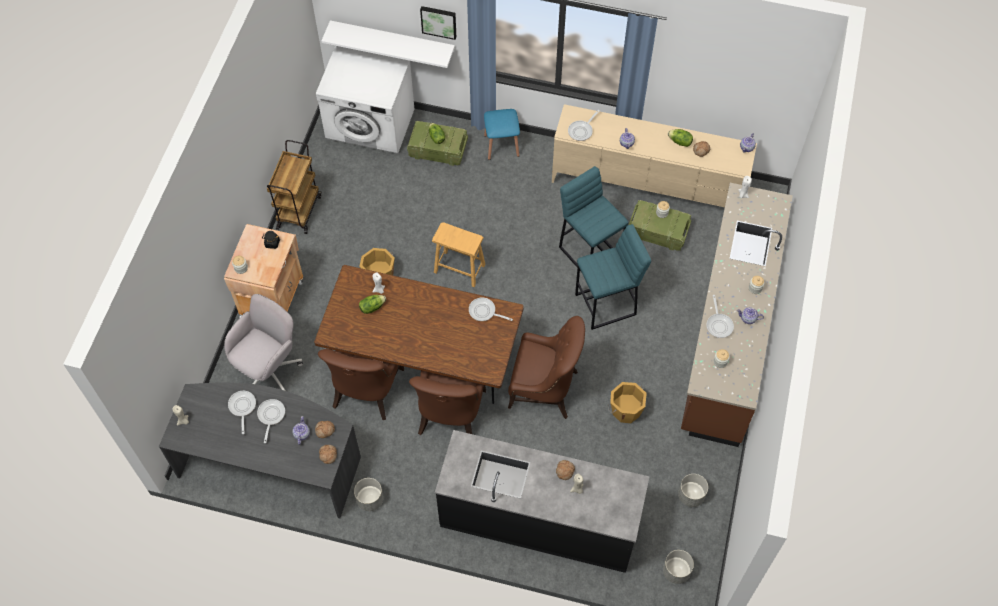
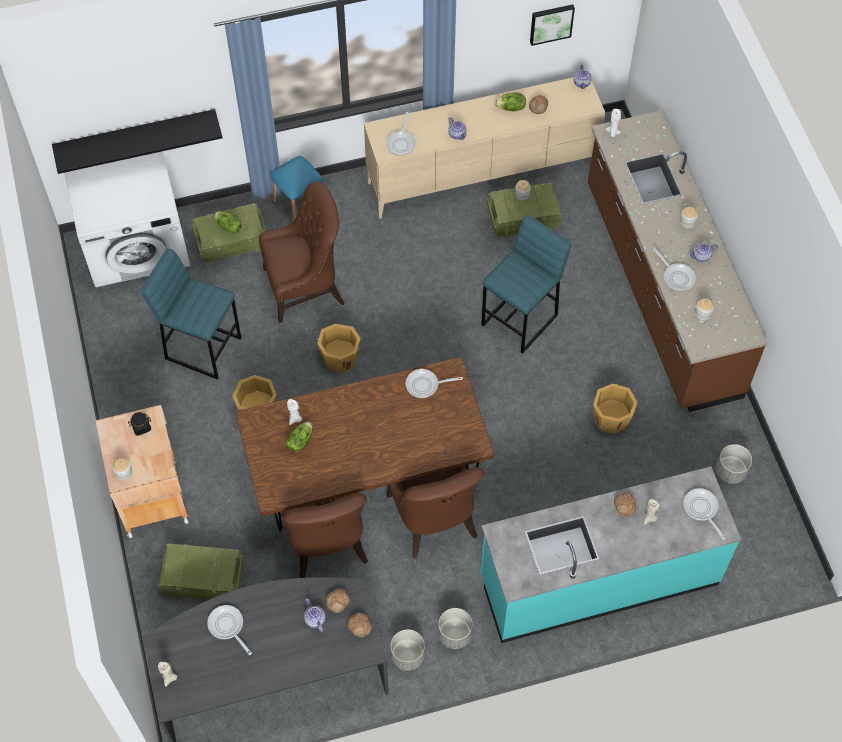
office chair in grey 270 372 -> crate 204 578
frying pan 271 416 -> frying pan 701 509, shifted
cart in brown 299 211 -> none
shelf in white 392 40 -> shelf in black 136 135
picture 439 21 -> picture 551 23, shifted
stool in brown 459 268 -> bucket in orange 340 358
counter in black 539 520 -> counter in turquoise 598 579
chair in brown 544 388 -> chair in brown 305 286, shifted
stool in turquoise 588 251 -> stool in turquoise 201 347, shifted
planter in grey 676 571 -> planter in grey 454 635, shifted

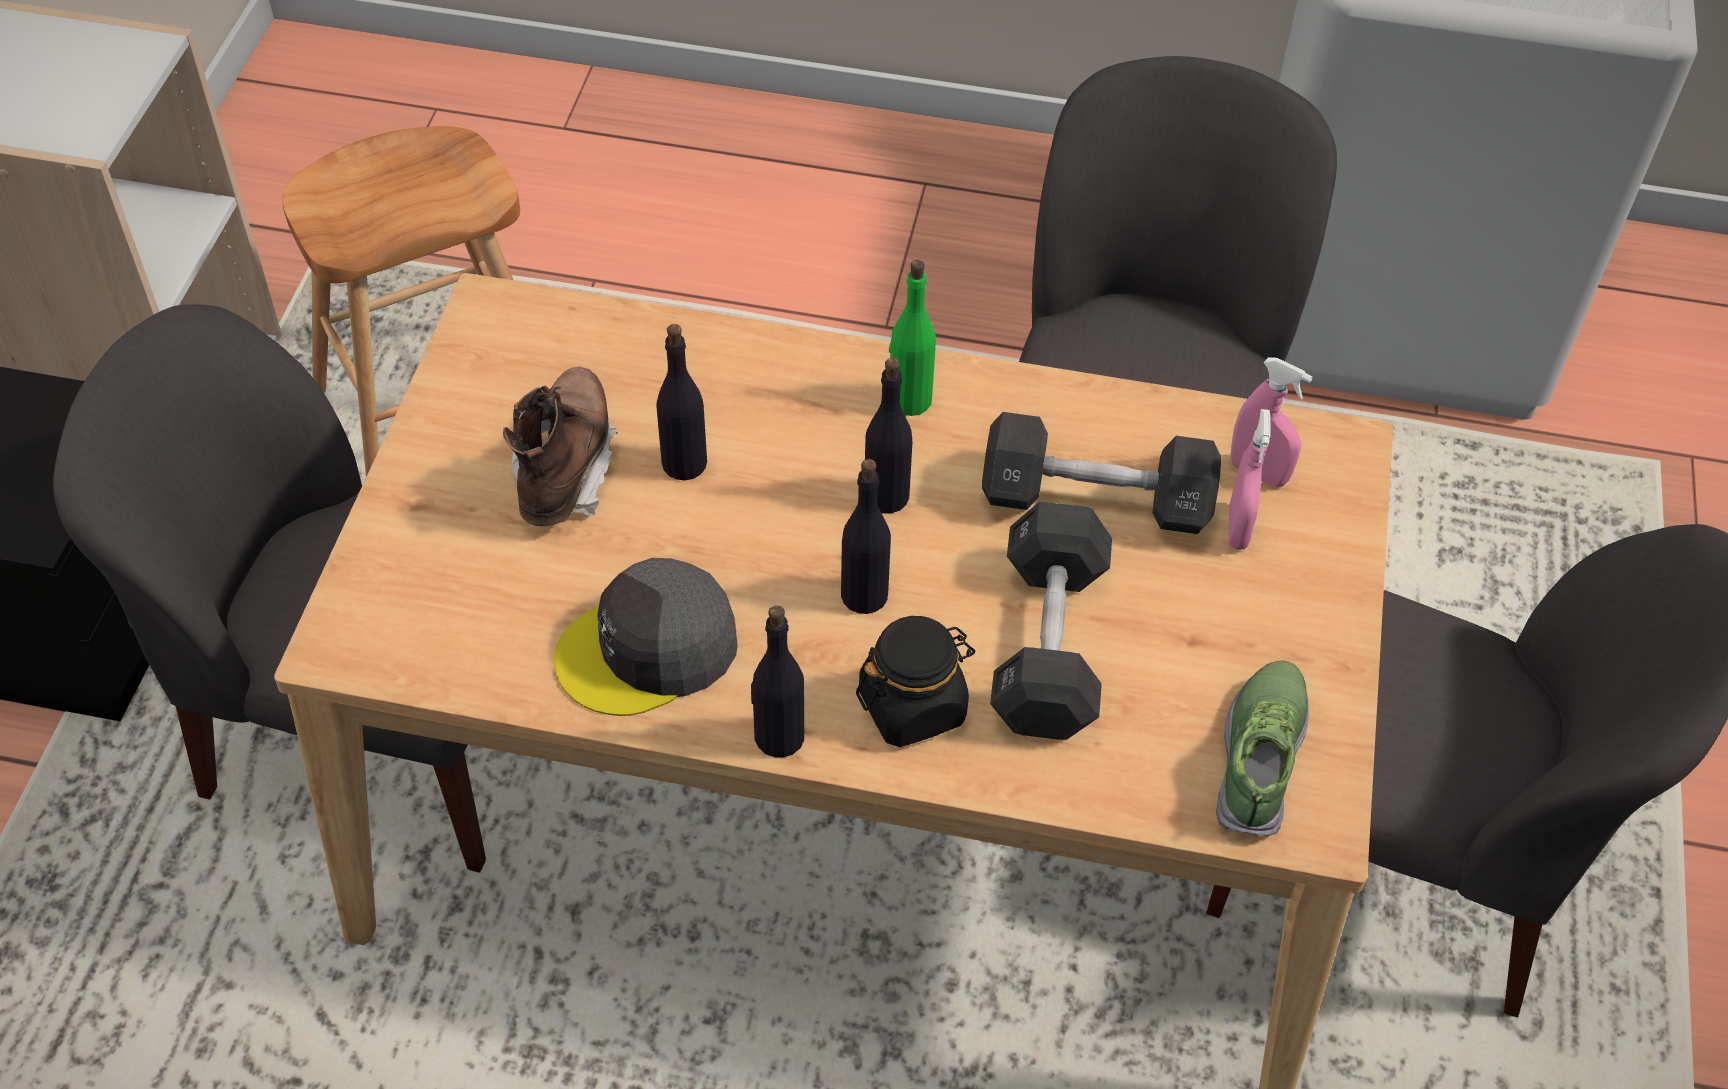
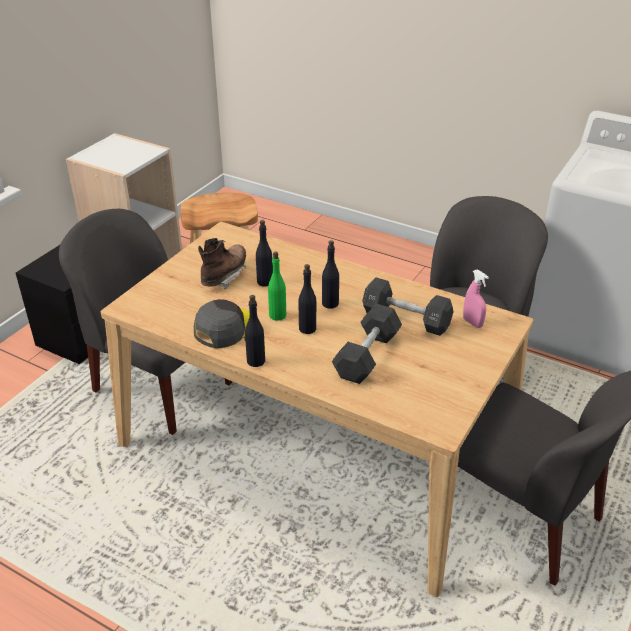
cap in grey 649 650 -> cap in grey 225 328, 135 degrees clockwise
jar in black 913 706 -> none
bottle in green 909 400 -> bottle in green 277 315, shifted
shoe 1261 758 -> none
spray bottle in pink 1237 528 -> none

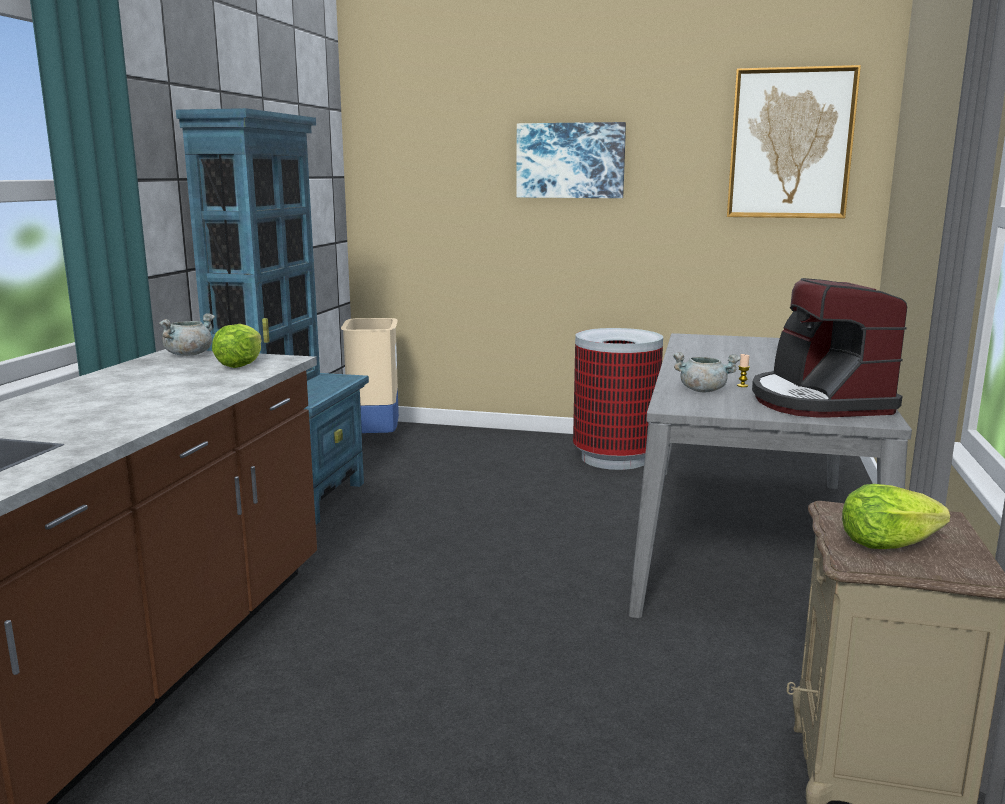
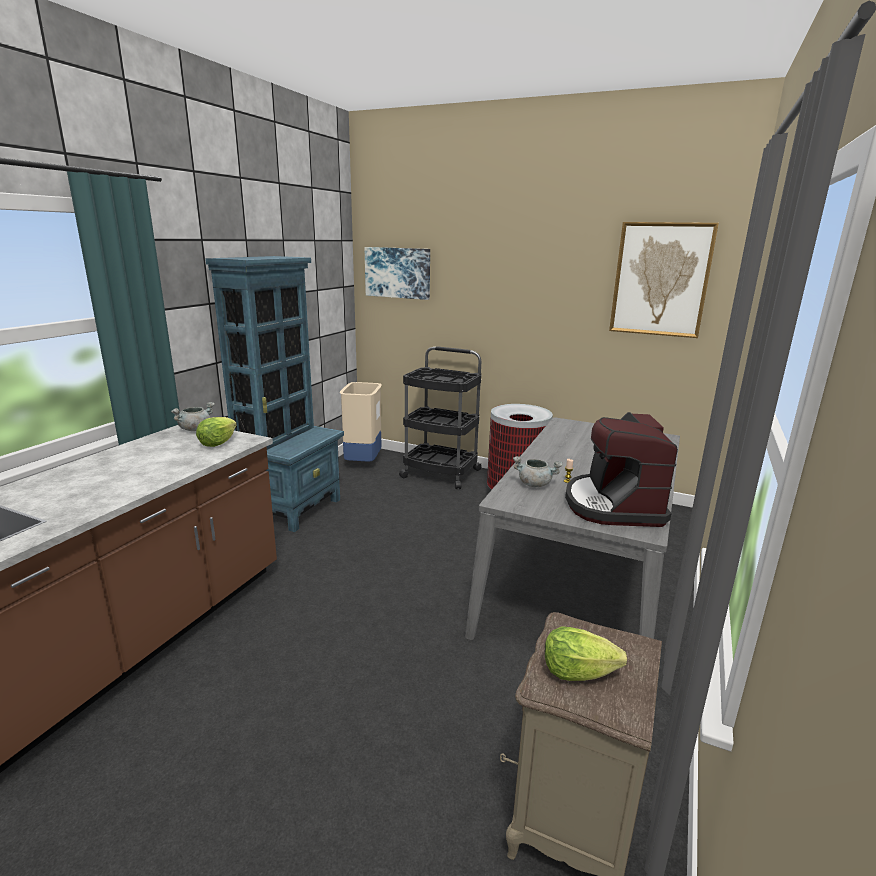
picture 570 160 -> picture 398 272, shifted
none -> cart in black 440 473

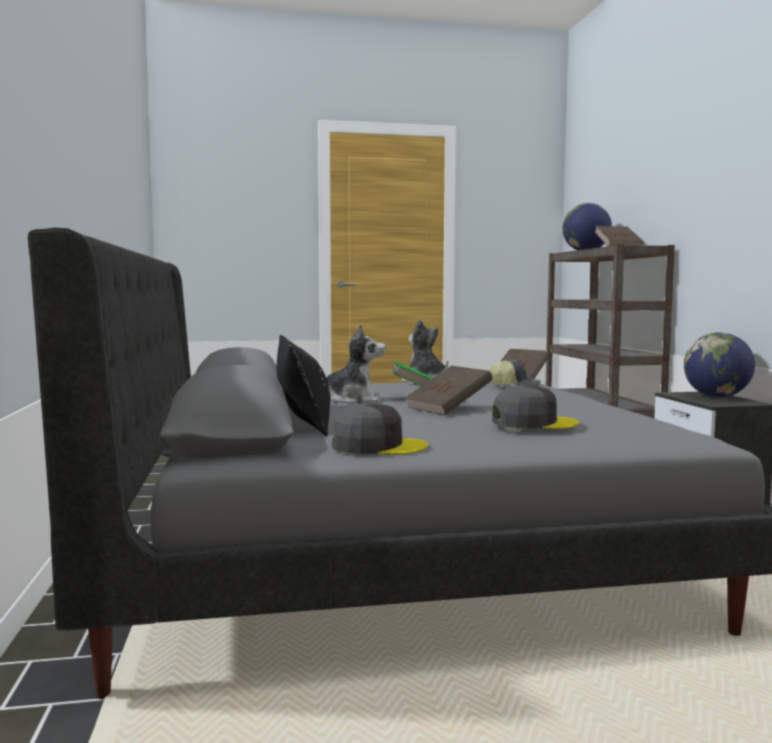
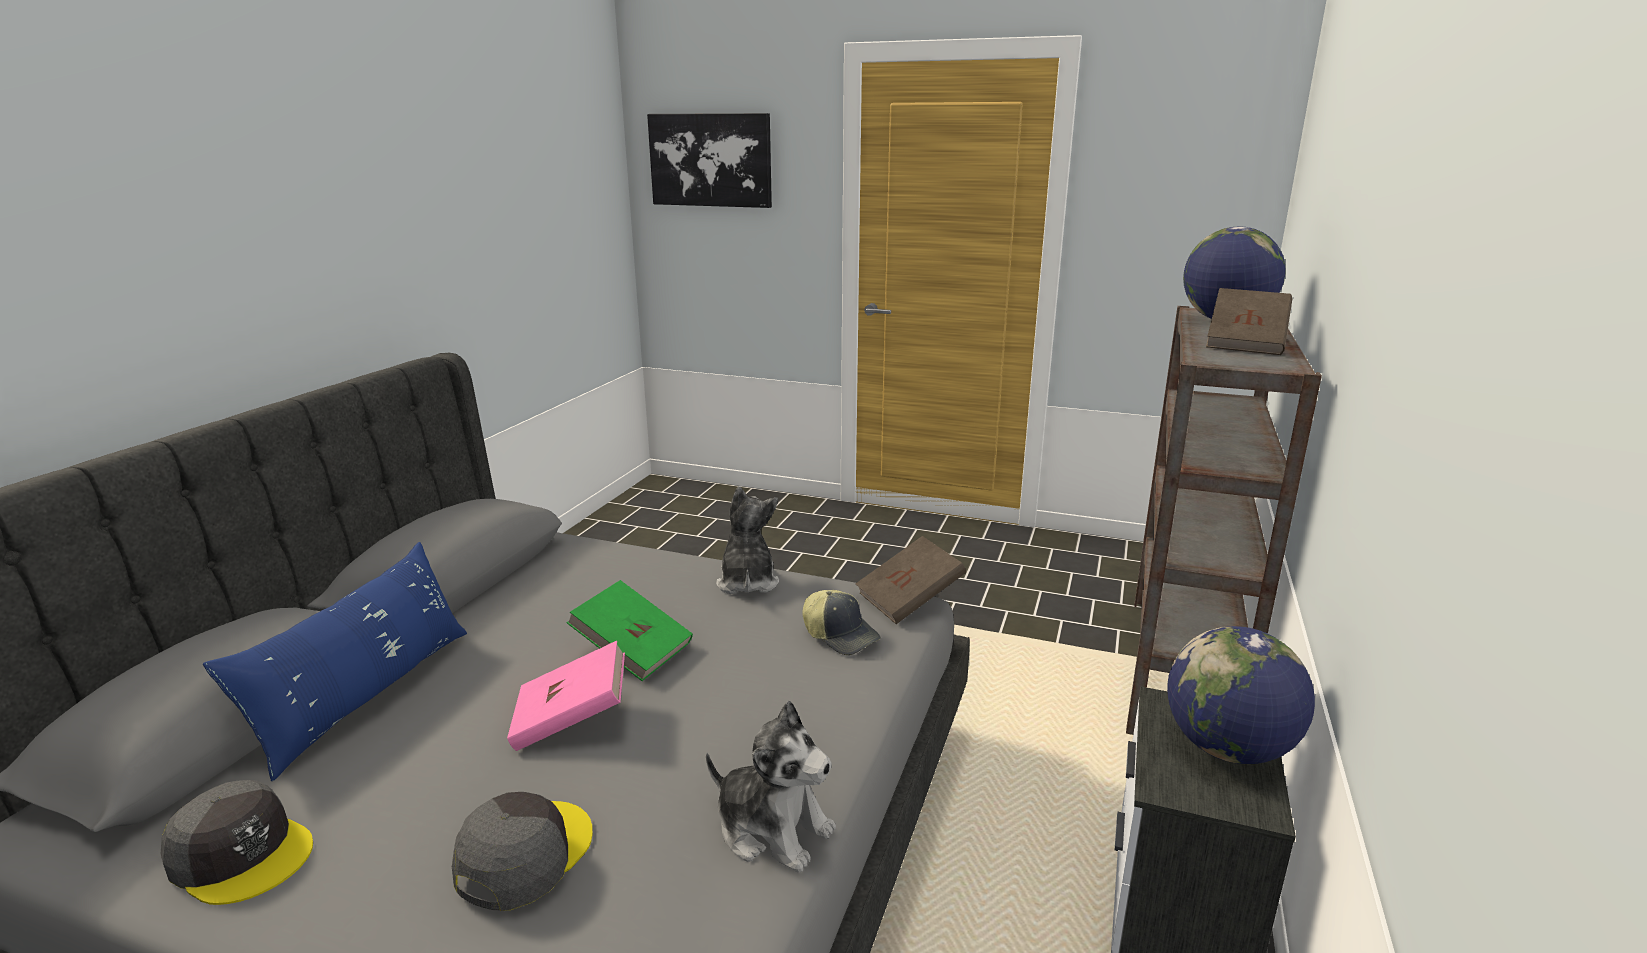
pillow in black 303 418 -> pillow in blue 367 695
plush toy 353 400 -> plush toy 773 830, shifted
book in brown 448 408 -> book in pink 571 720
cap in grey 533 423 -> cap in grey 524 855, 90 degrees counterclockwise
none -> picture 711 160

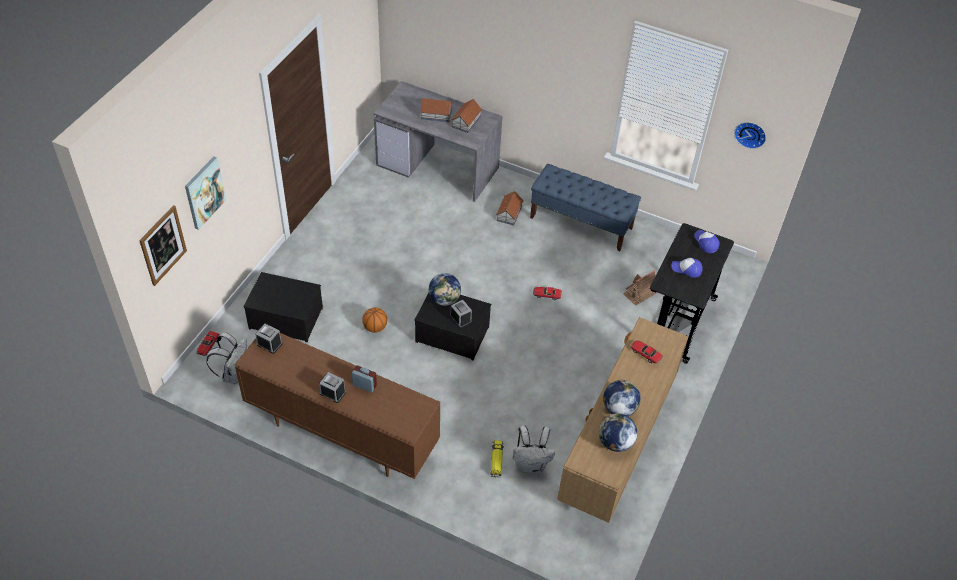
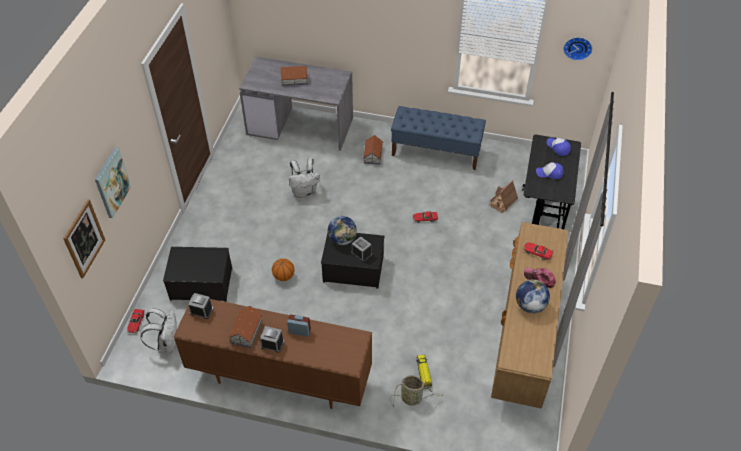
toy house 466 121 -> toy house 247 331, shifted
backpack in white 531 464 -> backpack in white 305 192, shifted
globe 615 442 -> none
none -> basket 413 398
none -> cap 539 278

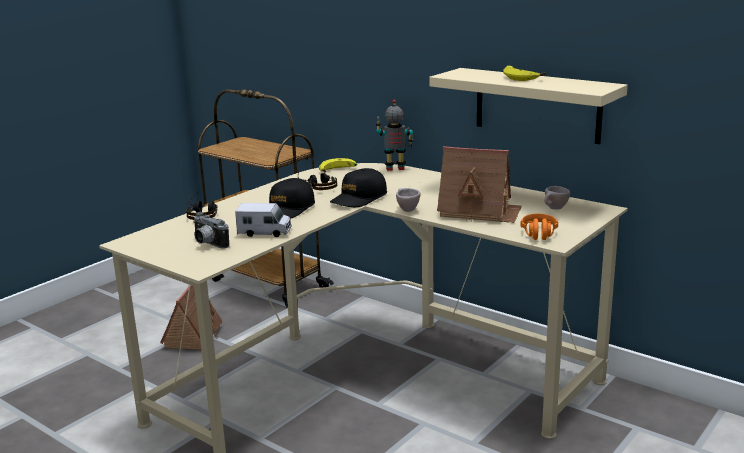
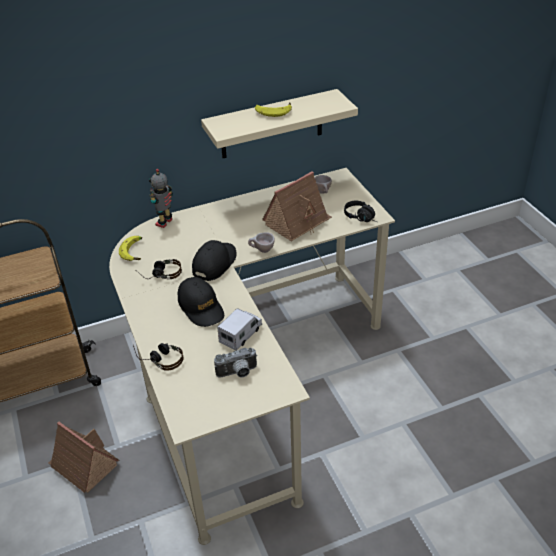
cap in black 359 198 -> cap in black 214 263, 135 degrees counterclockwise
headphones in orange 539 236 -> headphones in black 362 218

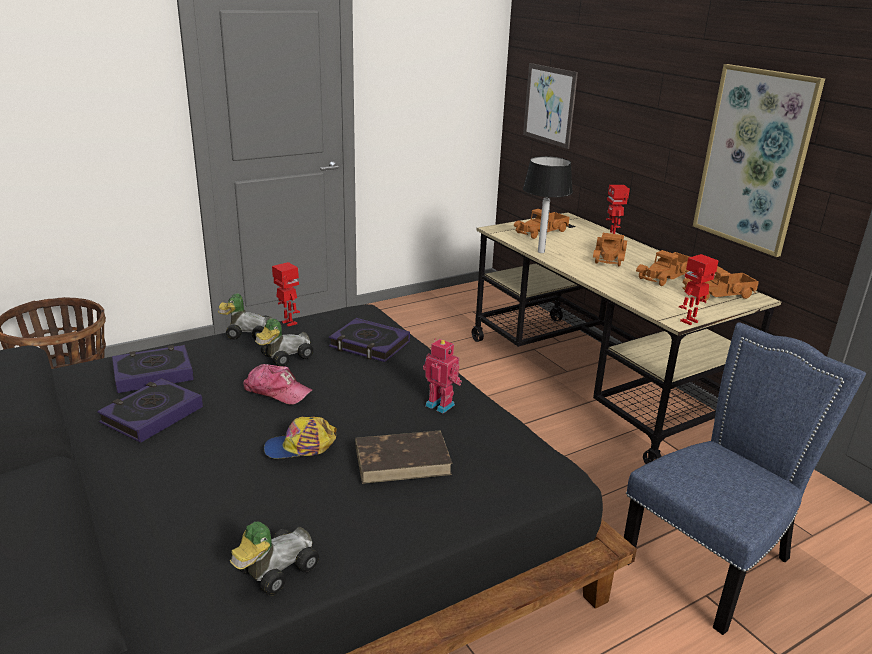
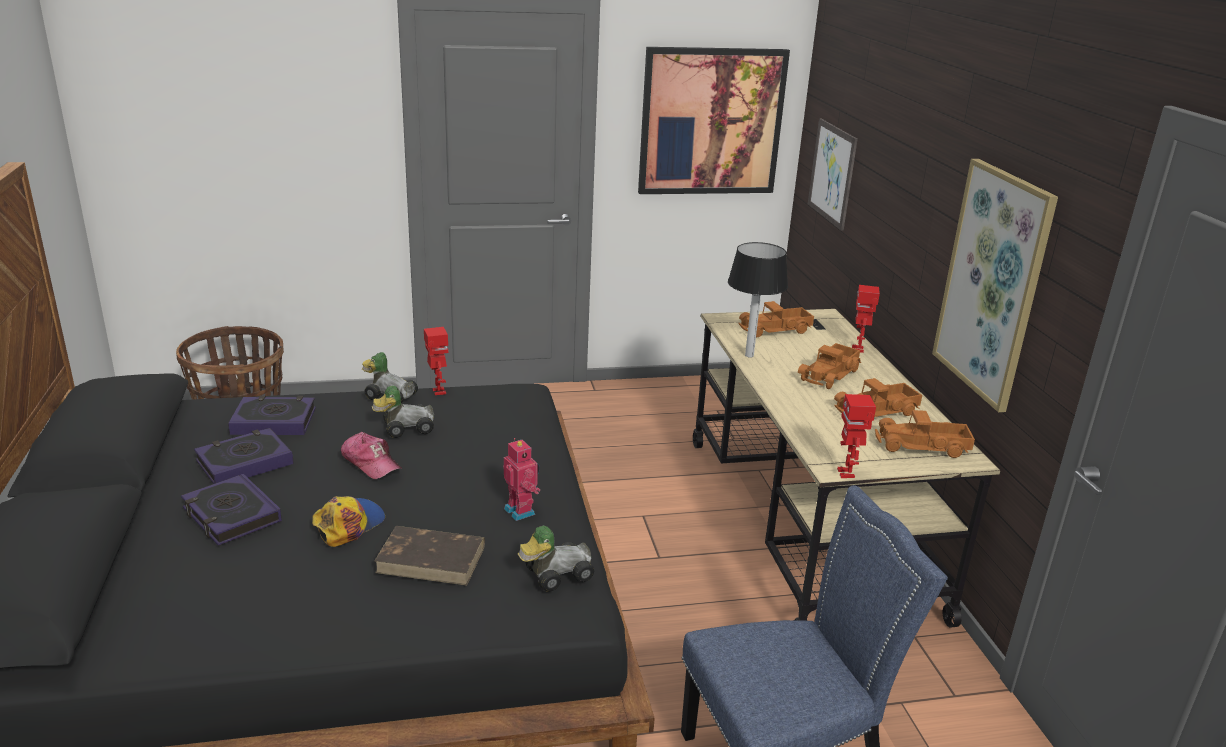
toy car 274 571 -> toy car 555 575, shifted
cap 301 447 -> cap 348 524, 120 degrees clockwise
book 369 345 -> book 231 515, shifted
toy robot 690 322 -> toy robot 847 473, 75 degrees counterclockwise
none -> picture 711 122

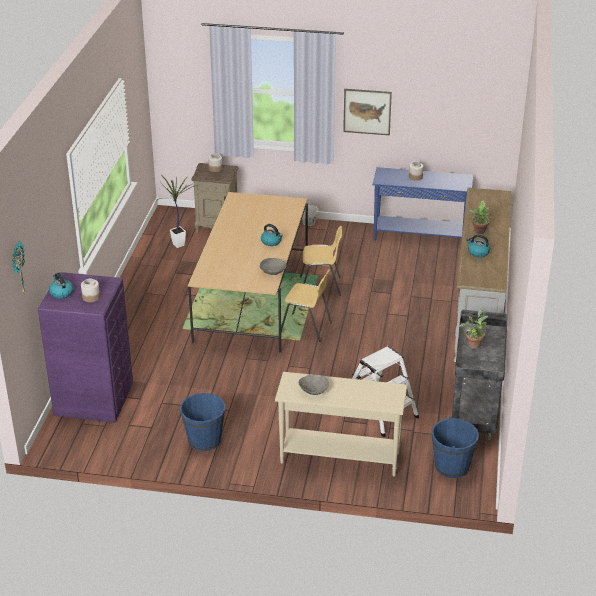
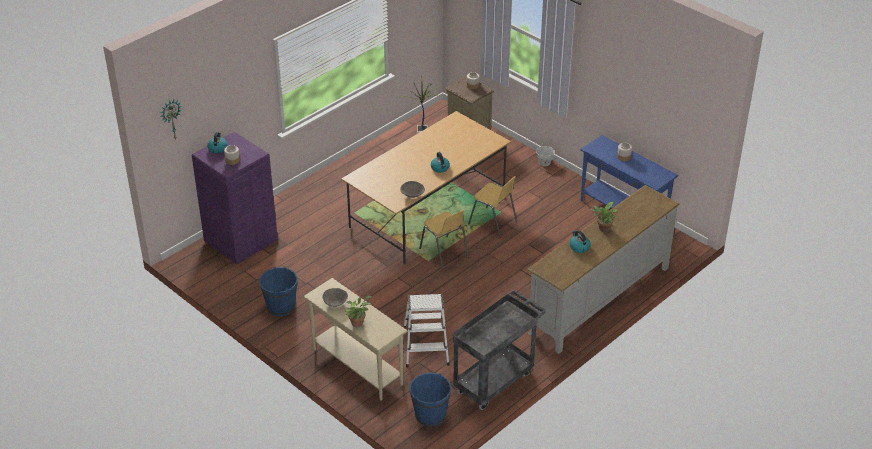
picture 367 111 -> none
potted plant 473 344 -> potted plant 358 322, shifted

